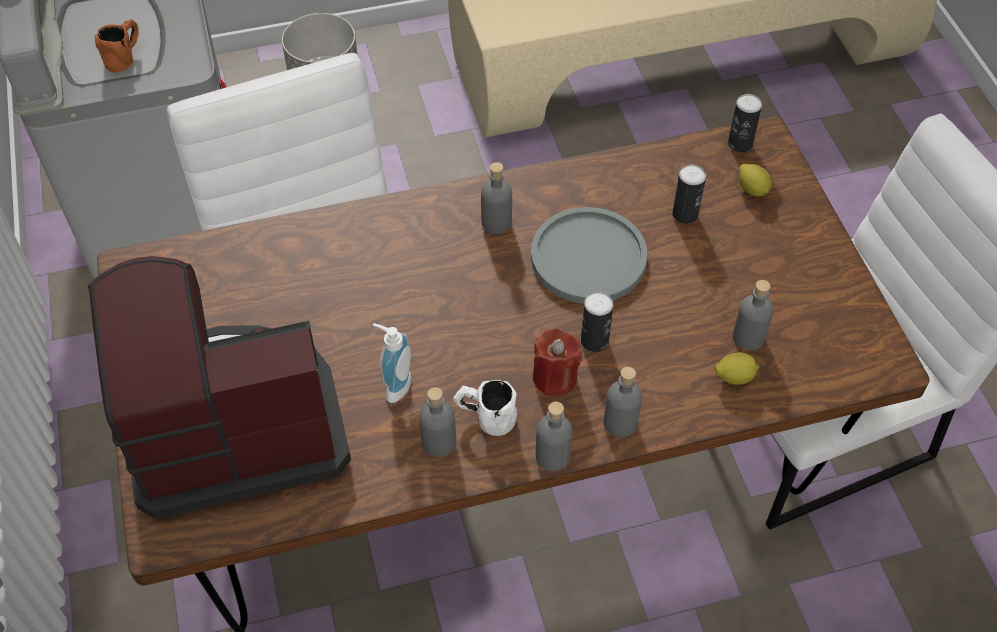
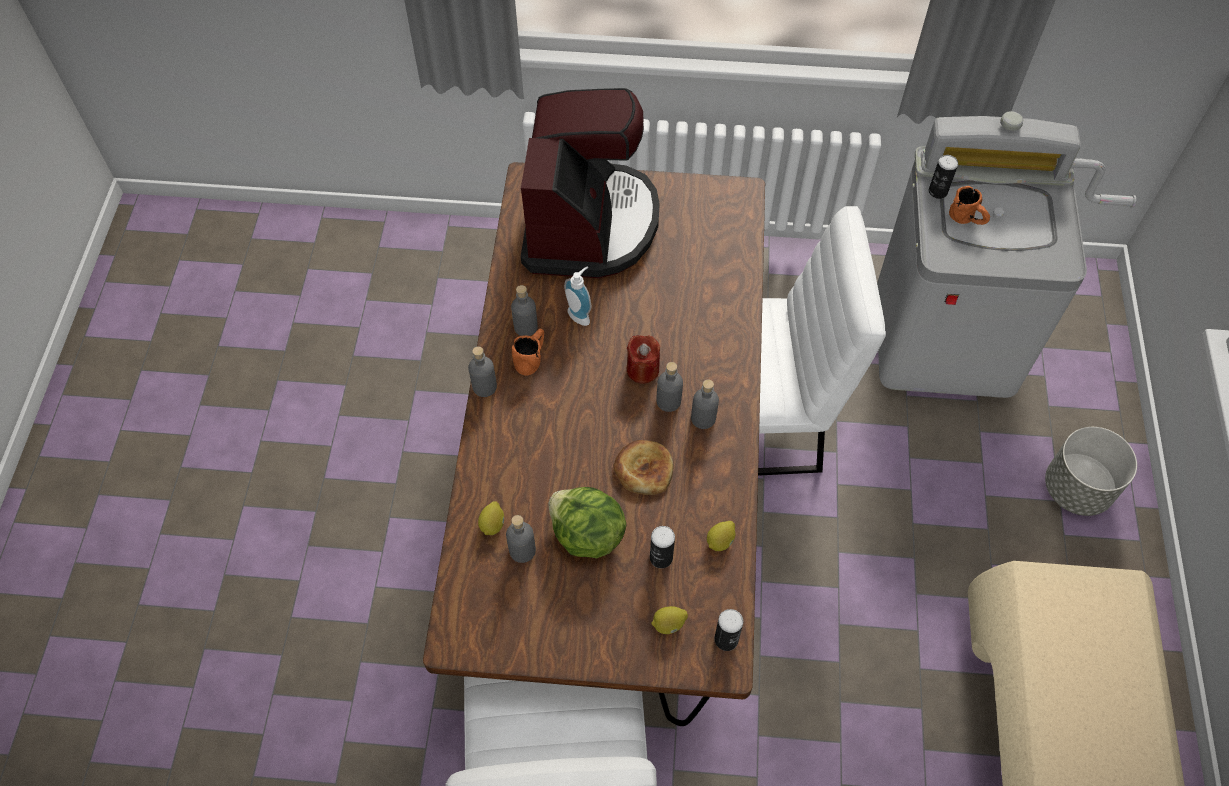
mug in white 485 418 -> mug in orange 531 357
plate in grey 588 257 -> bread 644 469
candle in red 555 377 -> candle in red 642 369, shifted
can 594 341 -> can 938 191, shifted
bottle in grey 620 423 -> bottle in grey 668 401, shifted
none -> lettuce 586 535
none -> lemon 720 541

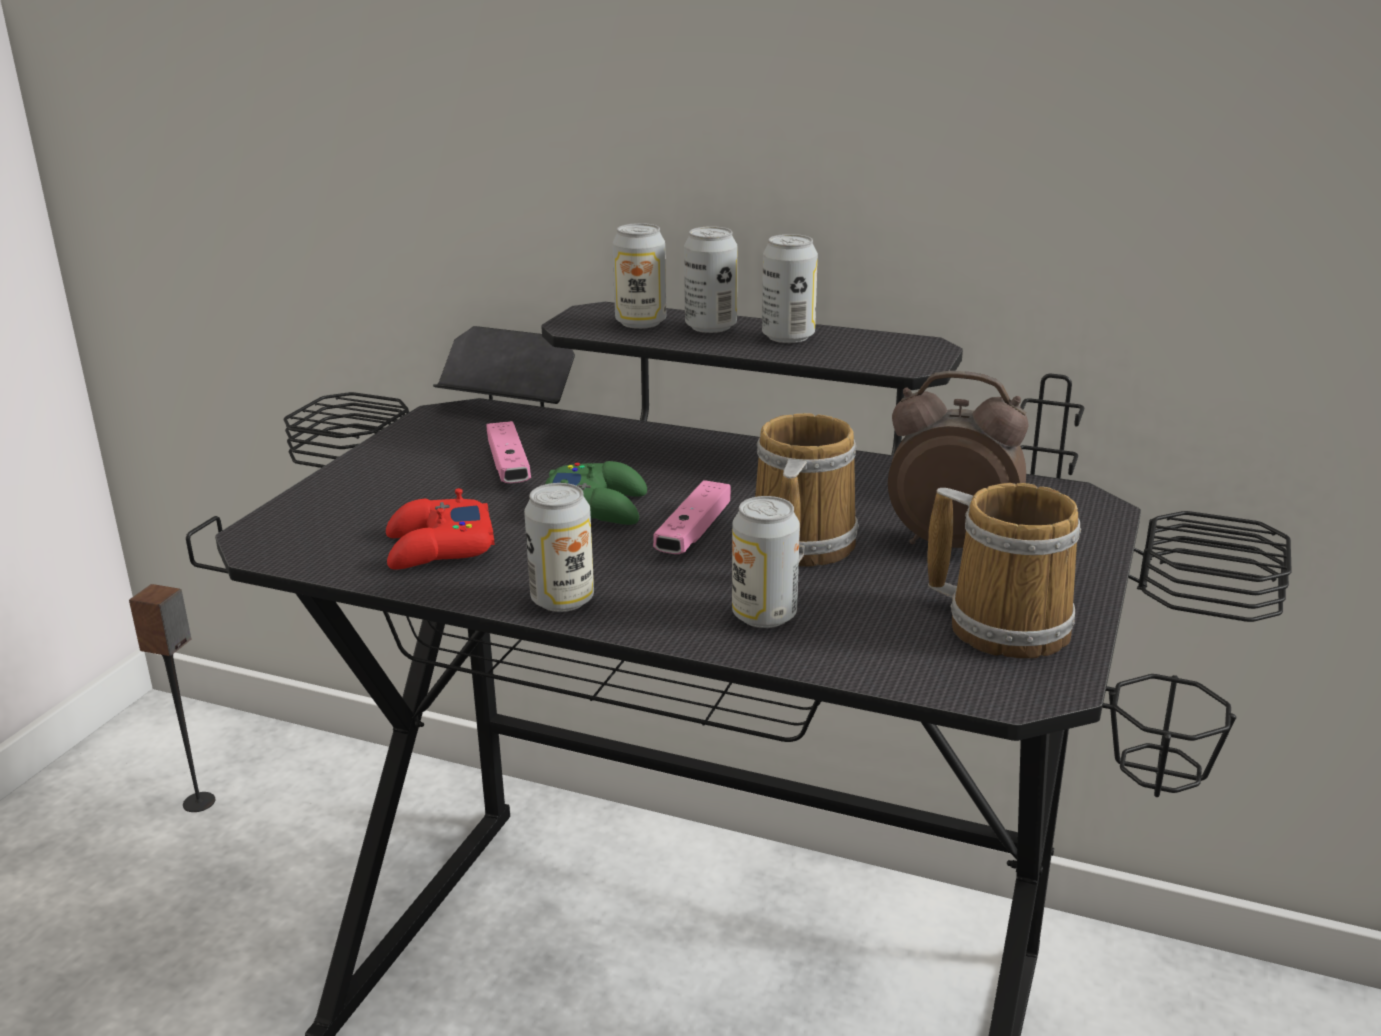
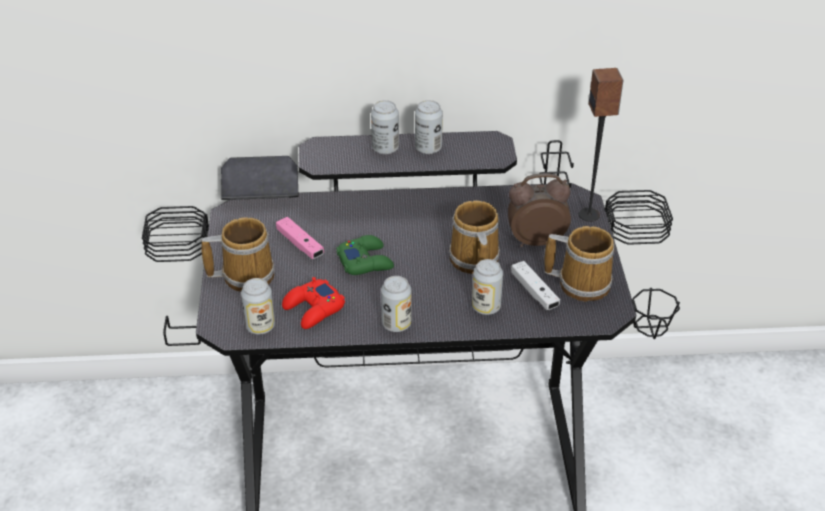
speaker 199 802 -> speaker 589 215, shifted
can 640 322 -> can 260 326, shifted
game controller in pink 693 533 -> none
none -> mug 244 275
none -> game controller in white 534 292

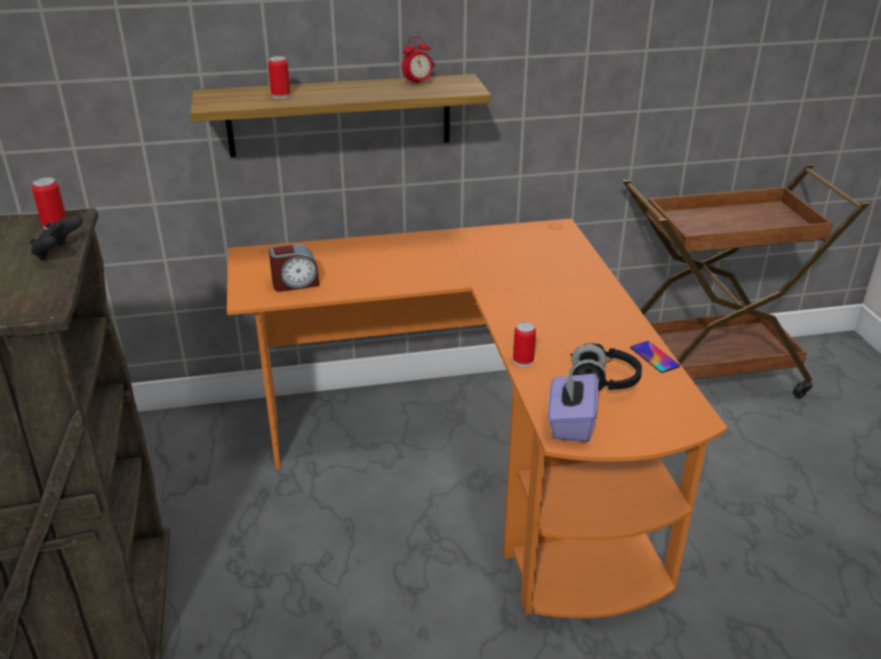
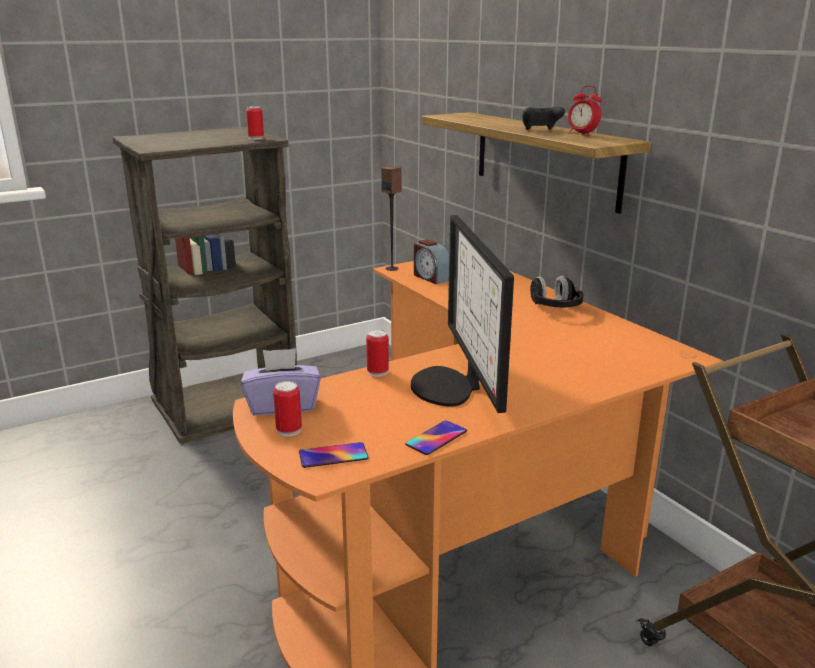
game controller in black 58 253 -> game controller in black 540 130, shifted
can 281 95 -> can 289 430, shifted
headphones in black 603 382 -> headphones in black 554 308, shifted
none -> phone 333 456
none -> speaker 392 268
none -> monitor 452 386

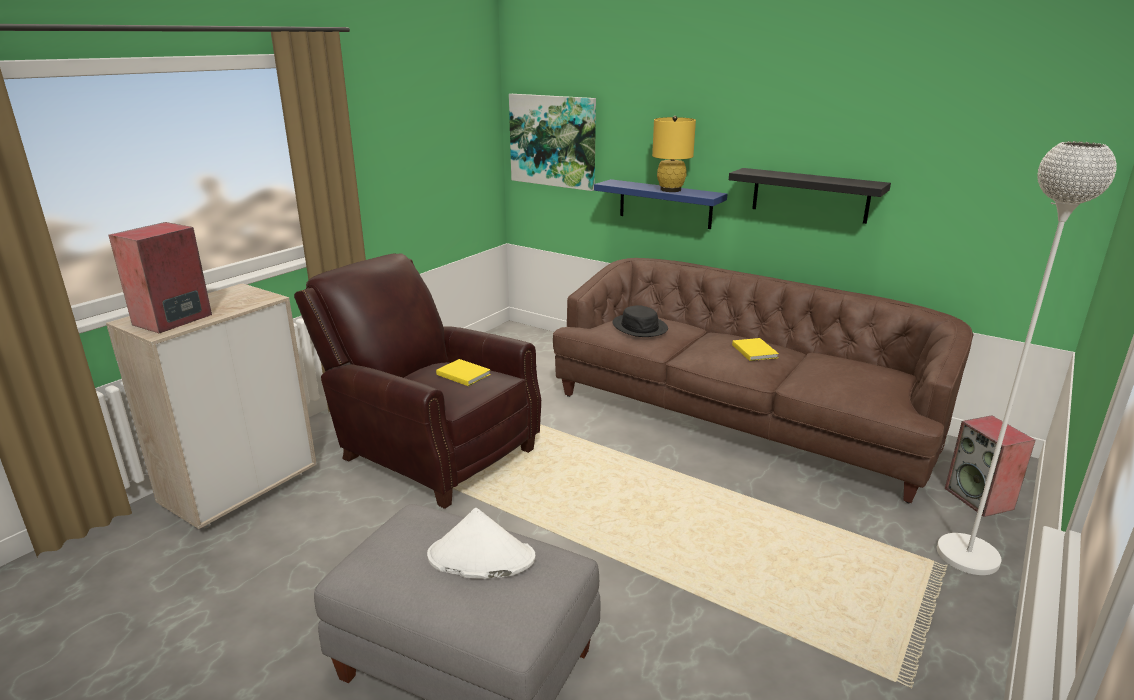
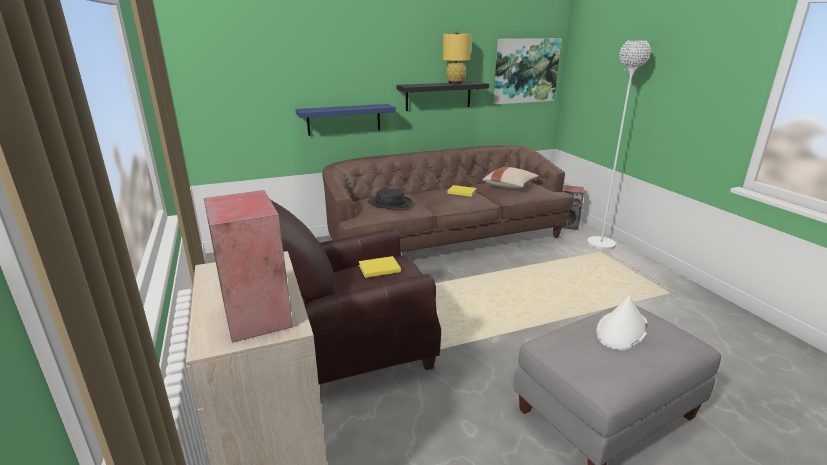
picture 553 141 -> picture 525 71, shifted
table lamp in yellow 670 190 -> table lamp in yellow 455 83, shifted
none -> pillow in beige 510 186

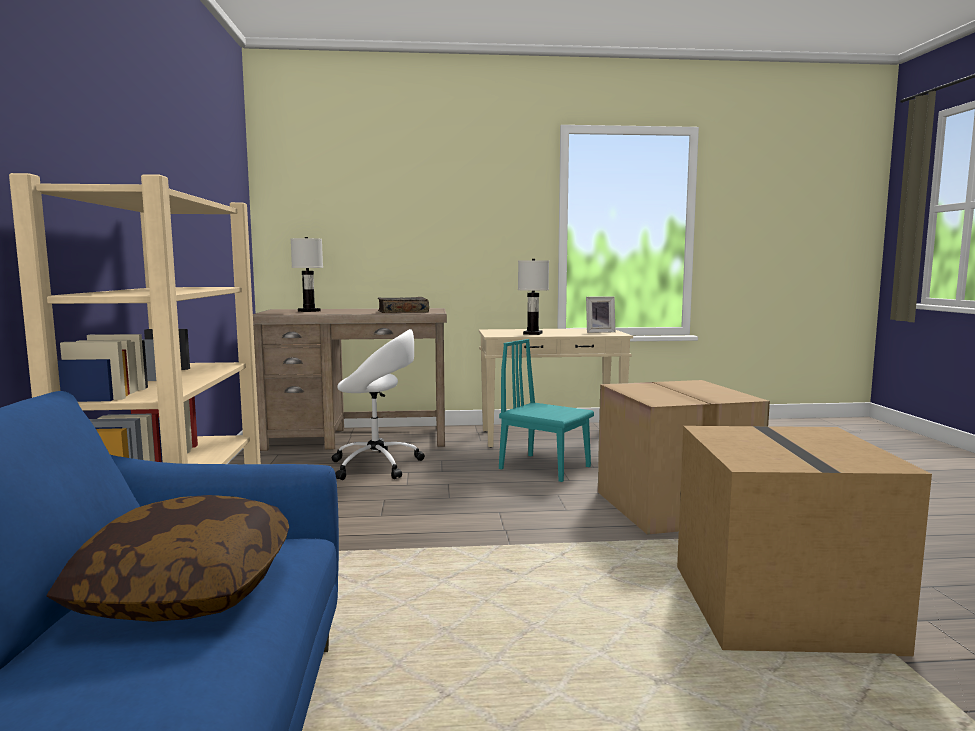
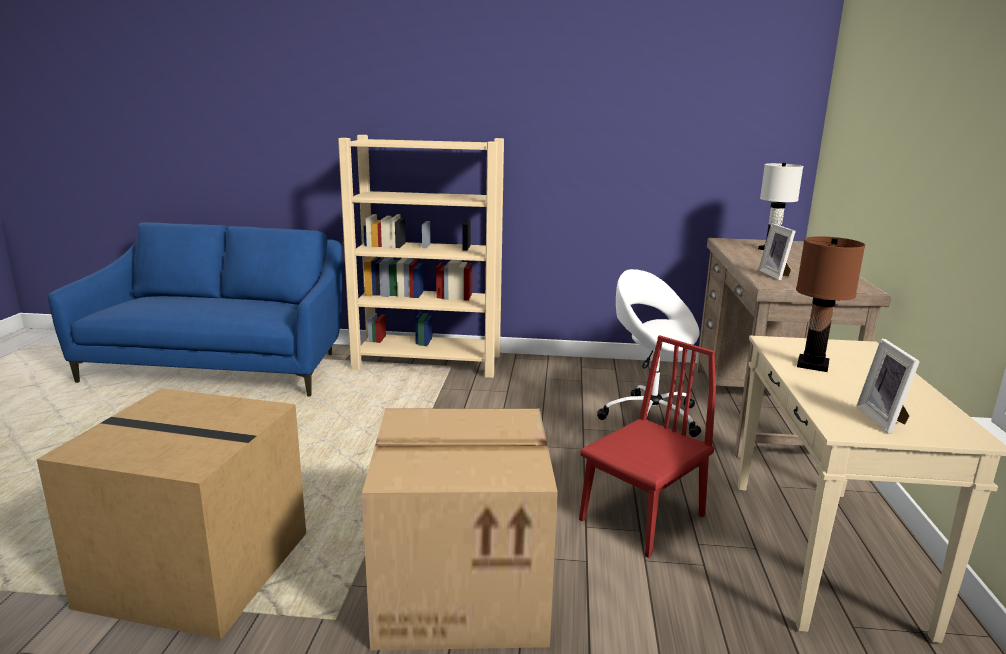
pillow 185 590 -> none
office chair in white 378 465 -> office chair in white 649 418, 105 degrees clockwise
book 402 312 -> picture frame 776 275
chair in turquoise 545 467 -> chair in red 642 517
table lamp in white 532 333 -> table lamp in brown 813 365

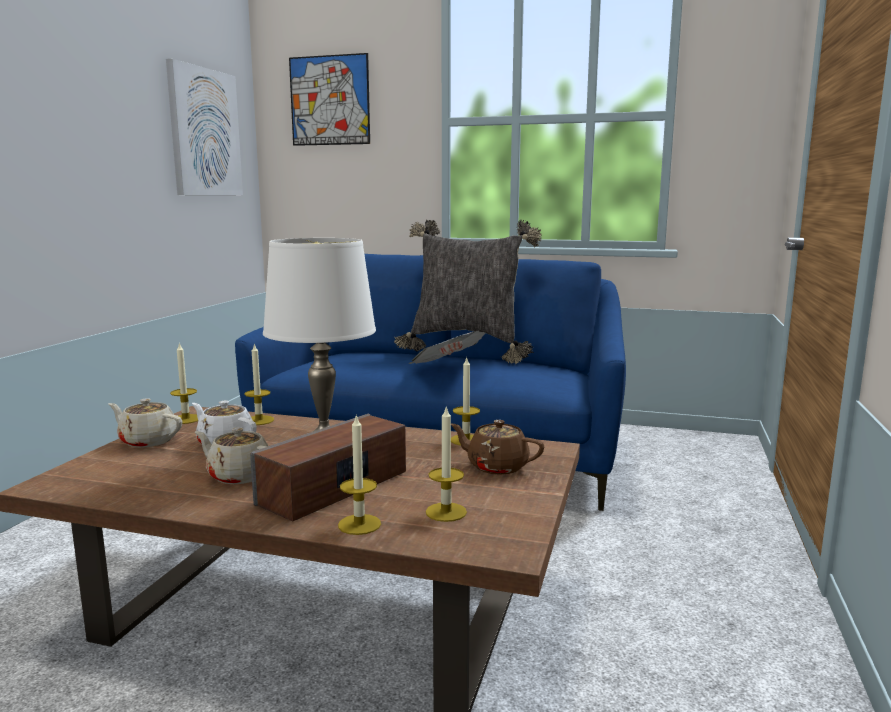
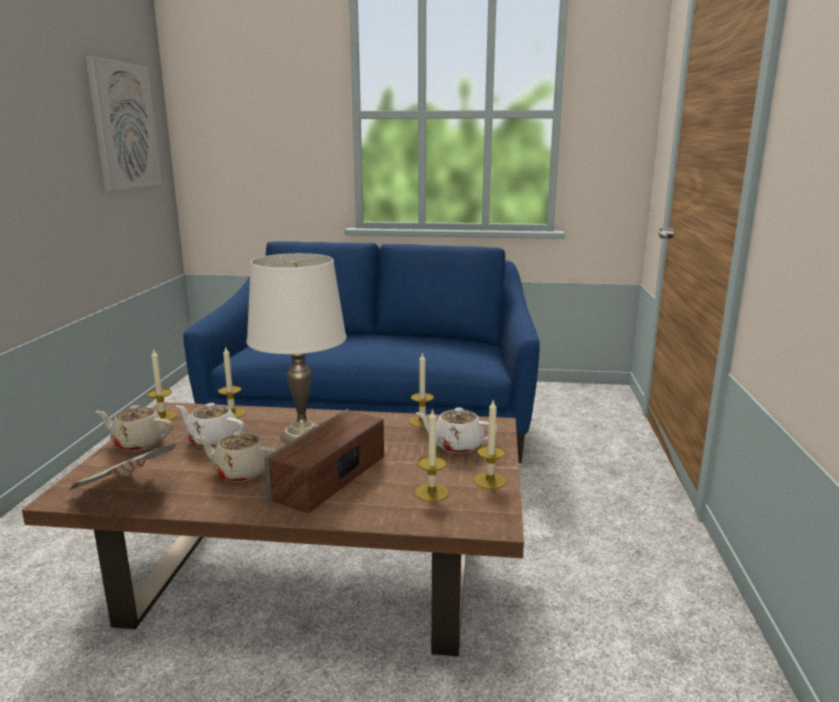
picture 330 100 -> none
candle 359 524 -> candle 490 480, shifted
pillow 468 355 -> none
newspaper 446 368 -> newspaper 127 492, shifted
teapot in brown 496 466 -> teapot in white 456 445

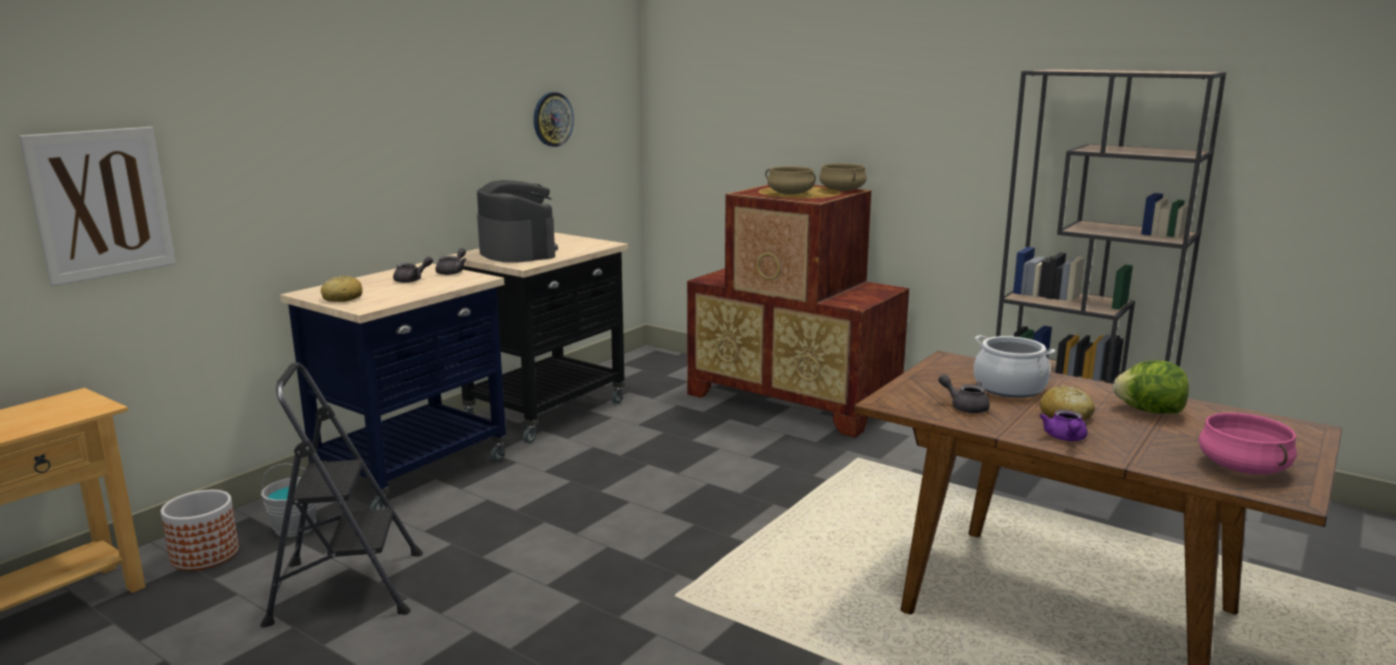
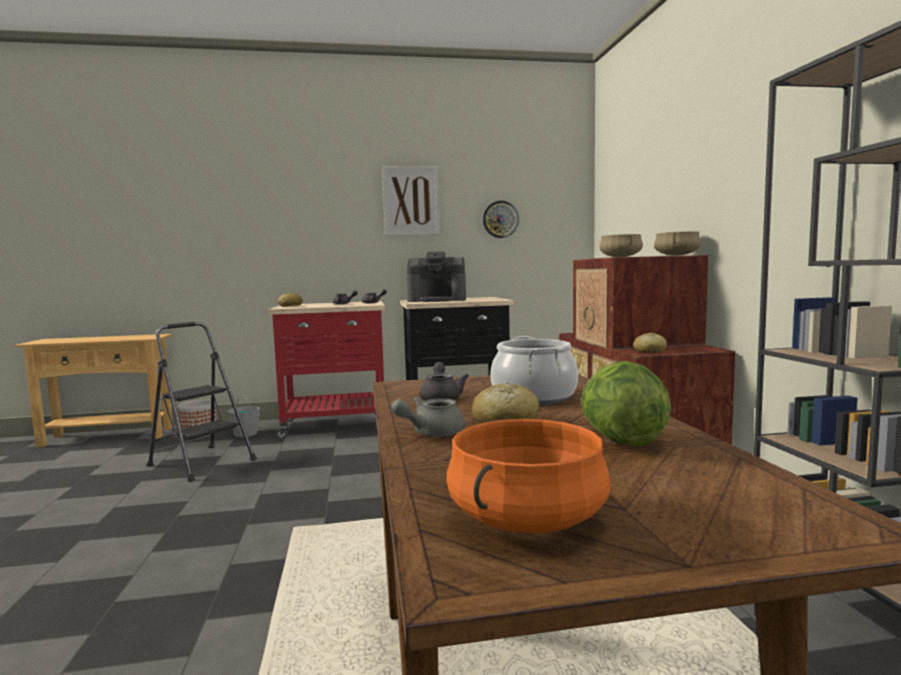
picture 101 203 -> picture 411 201, shifted
cart in blue 412 471 -> cart in red 335 425
coffee machine 517 252 -> coffee machine 437 300, 75 degrees clockwise
teapot in purple 1065 438 -> teapot in grey 431 433
cooking pot in pink 1243 467 -> cooking pot in orange 528 519
none -> bread 649 351

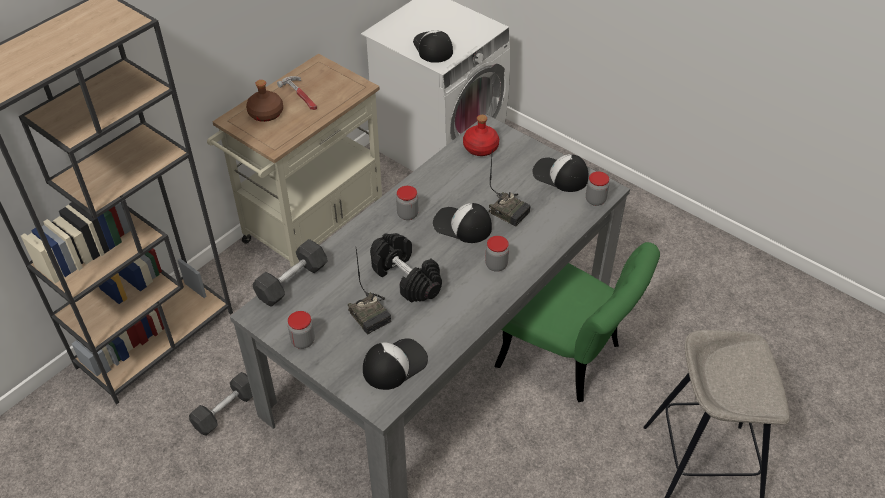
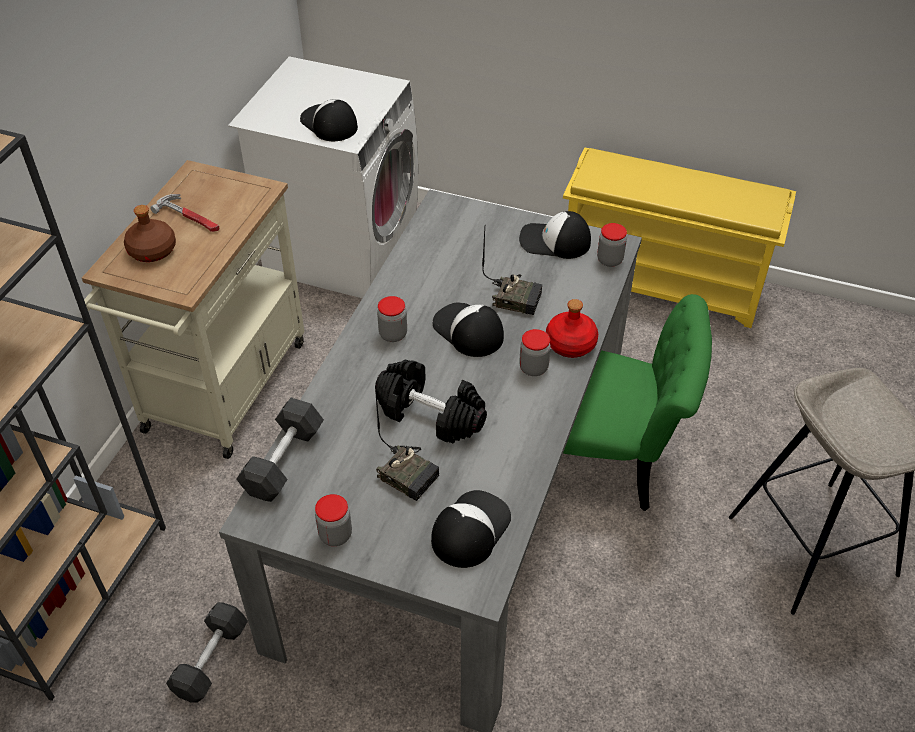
cap 462 225 -> cap 468 331, 45 degrees clockwise
bottle in red 481 147 -> bottle in red 570 343, shifted
none -> shoe rack in yellow 663 283

